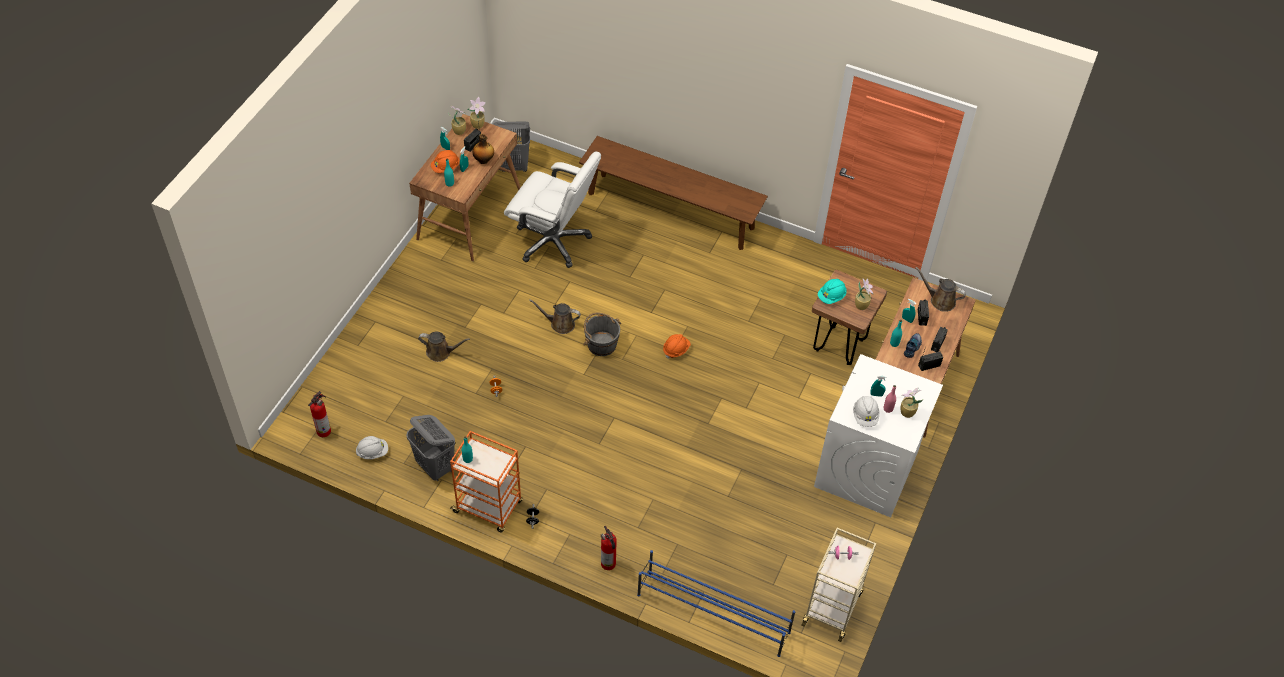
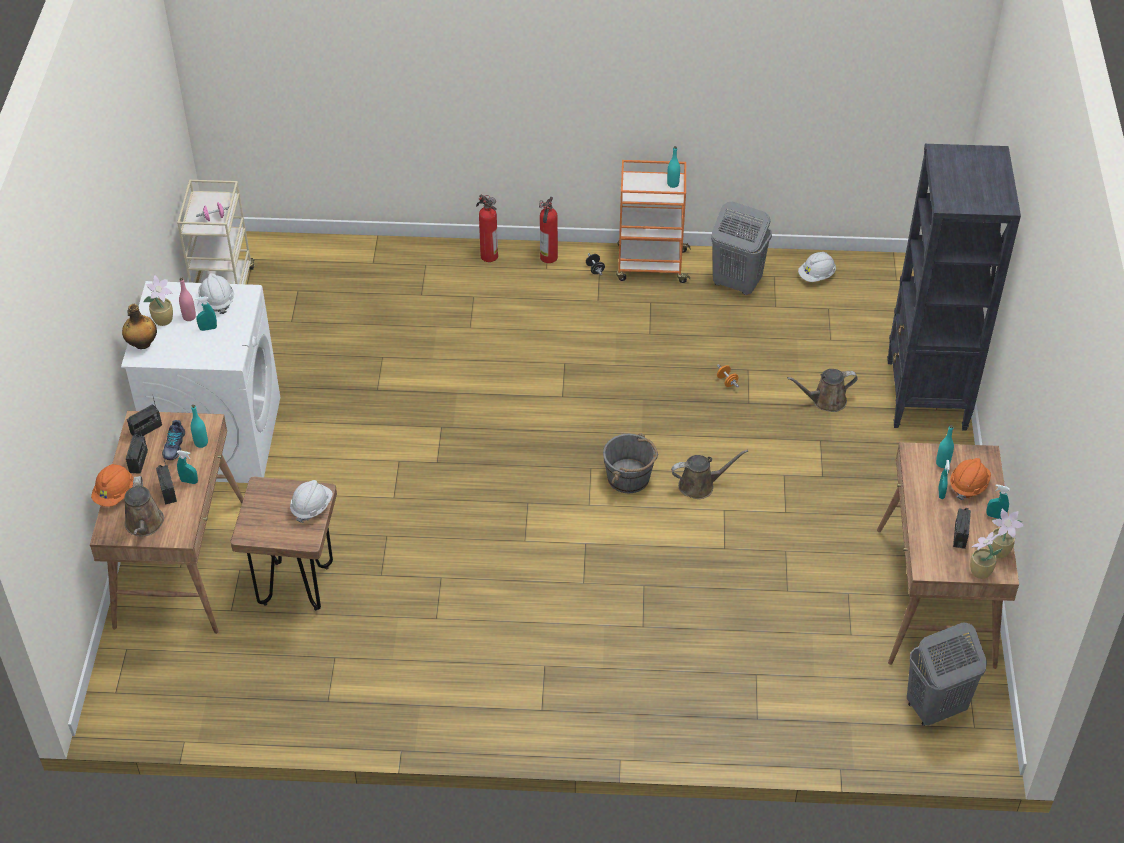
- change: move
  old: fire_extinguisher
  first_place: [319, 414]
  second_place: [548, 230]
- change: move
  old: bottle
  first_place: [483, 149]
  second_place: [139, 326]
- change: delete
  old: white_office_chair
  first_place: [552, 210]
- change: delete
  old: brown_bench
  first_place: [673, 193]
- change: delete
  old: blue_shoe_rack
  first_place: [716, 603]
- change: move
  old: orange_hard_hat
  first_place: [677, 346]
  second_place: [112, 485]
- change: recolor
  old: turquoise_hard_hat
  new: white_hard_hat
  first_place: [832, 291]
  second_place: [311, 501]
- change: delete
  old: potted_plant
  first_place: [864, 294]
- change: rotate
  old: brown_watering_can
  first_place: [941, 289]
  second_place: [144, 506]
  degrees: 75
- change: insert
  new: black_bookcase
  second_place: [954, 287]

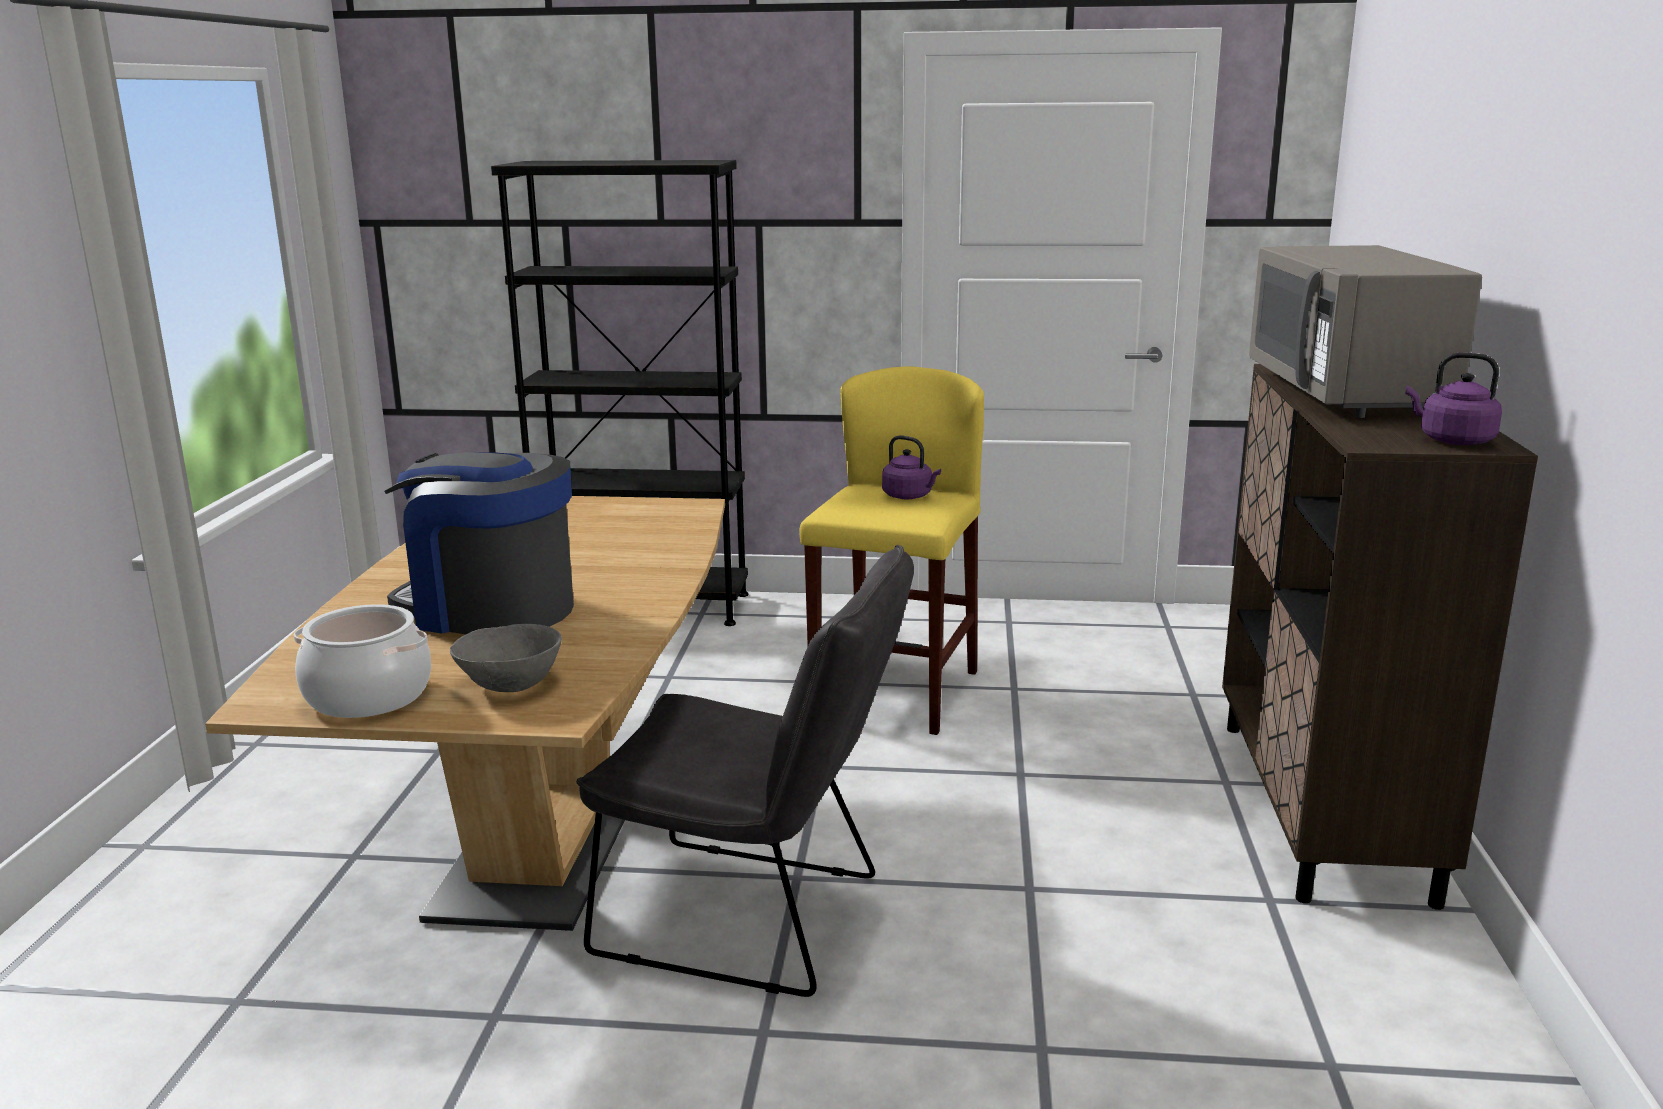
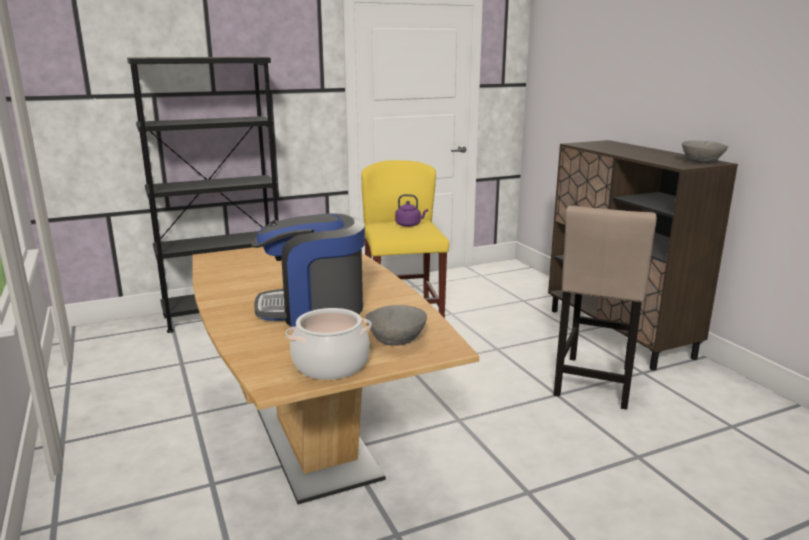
- change: delete
  old: grey_chair
  first_place: [745, 771]
- change: delete
  old: grey_microwave
  first_place: [1365, 331]
- change: replace
  old: purple_kettle
  new: grey_bowl
  first_place: [1454, 399]
  second_place: [705, 152]
- change: insert
  new: beige_stool
  second_place: [605, 307]

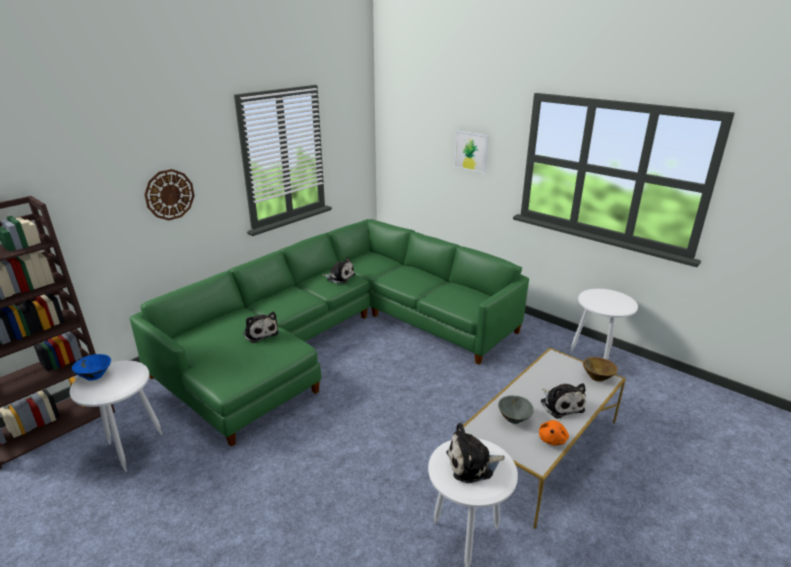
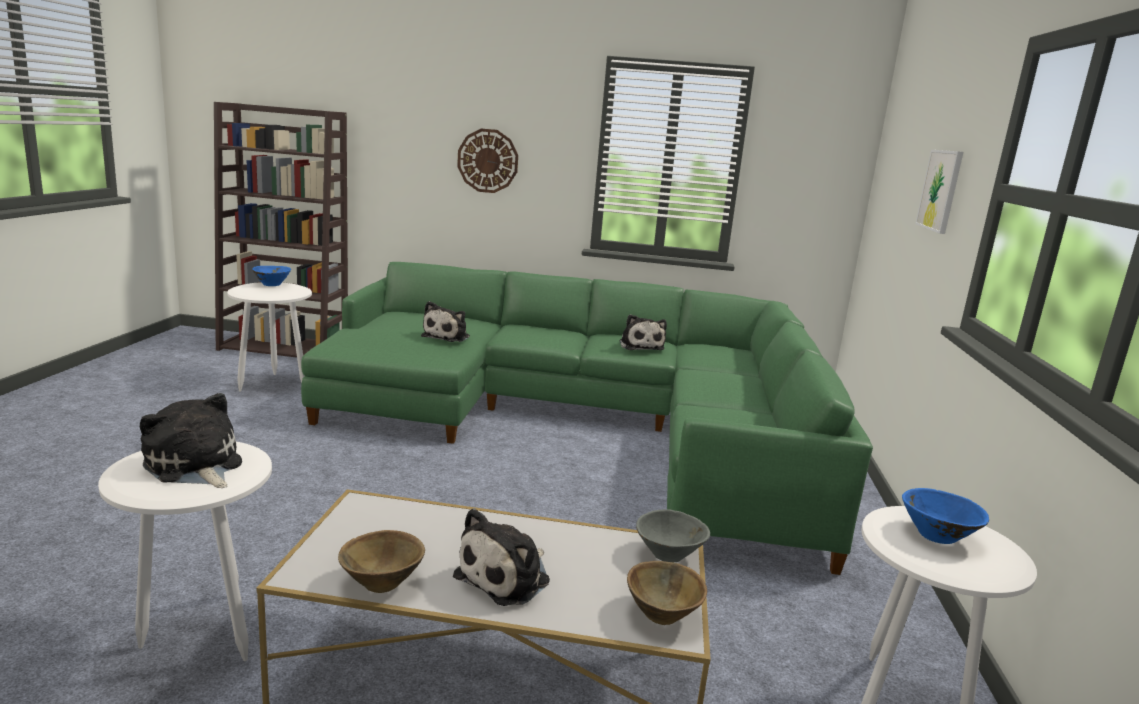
- change: move
  old: grey_bowl
  first_place: [516, 409]
  second_place: [673, 536]
- change: replace
  old: orange_plush_toy
  new: brown_bowl
  first_place: [554, 433]
  second_place: [381, 561]
- change: insert
  new: blue_bowl
  second_place: [945, 516]

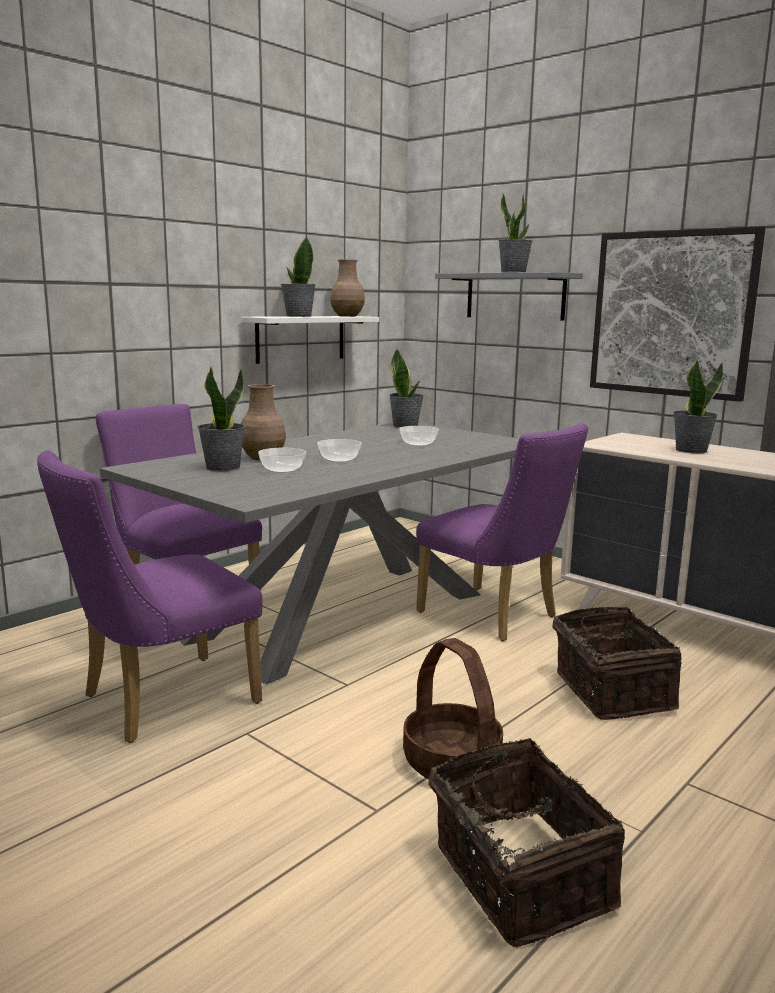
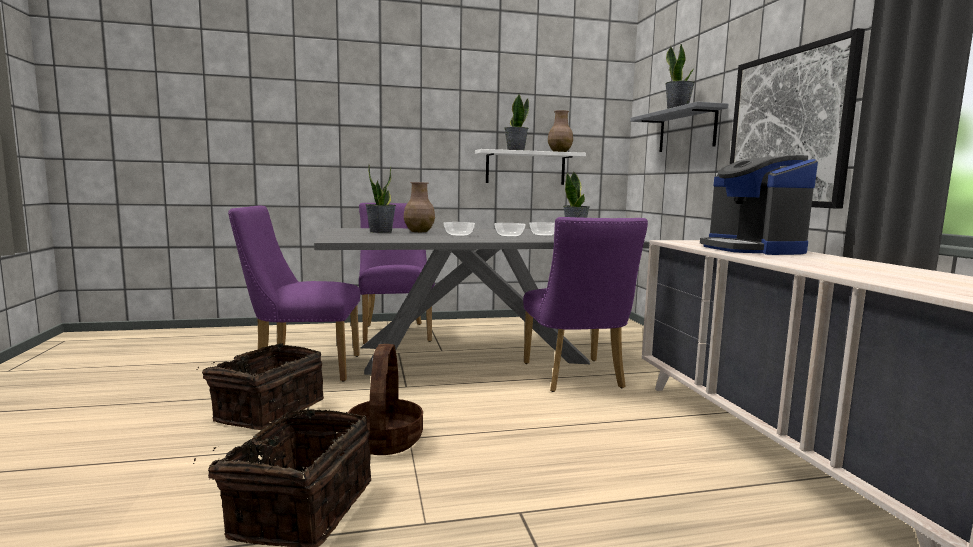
- change: move
  old: bowl
  first_place: [282, 460]
  second_place: [510, 230]
- change: move
  old: basket
  first_place: [616, 663]
  second_place: [260, 386]
- change: replace
  old: potted_plant
  new: coffee_machine
  first_place: [698, 406]
  second_place: [759, 205]

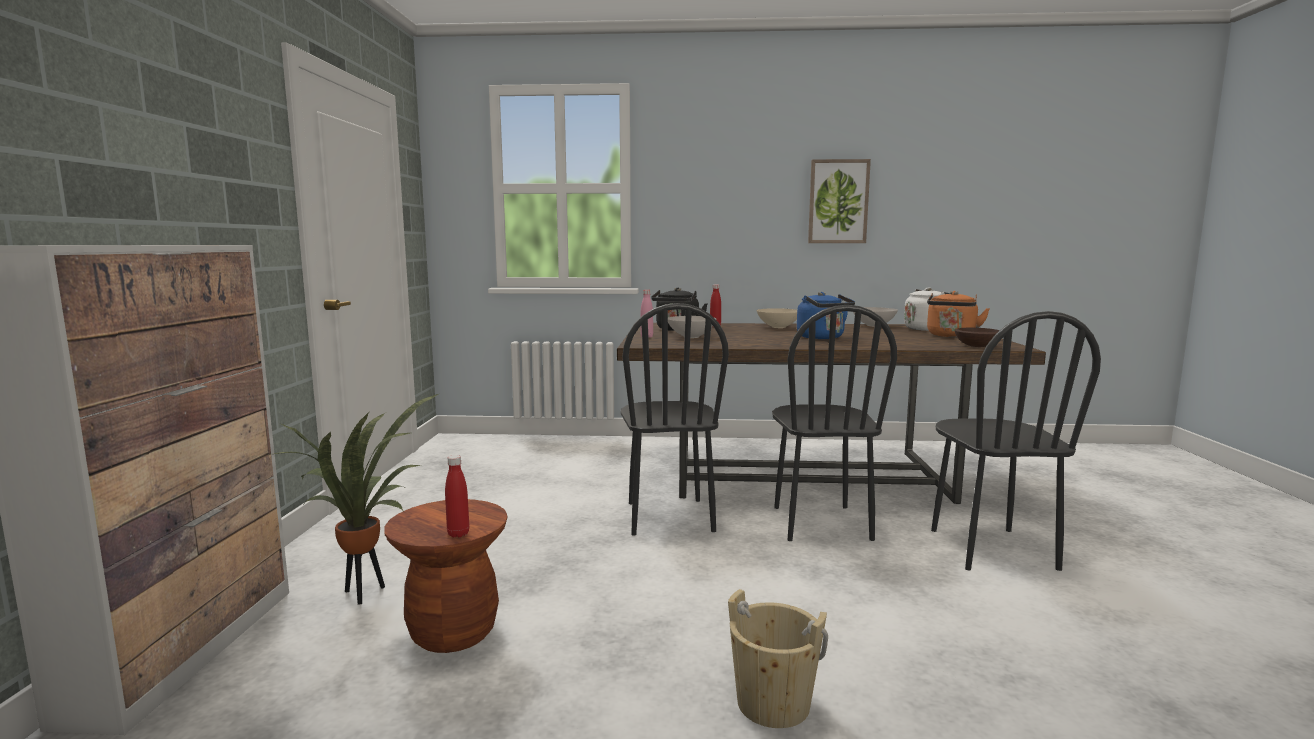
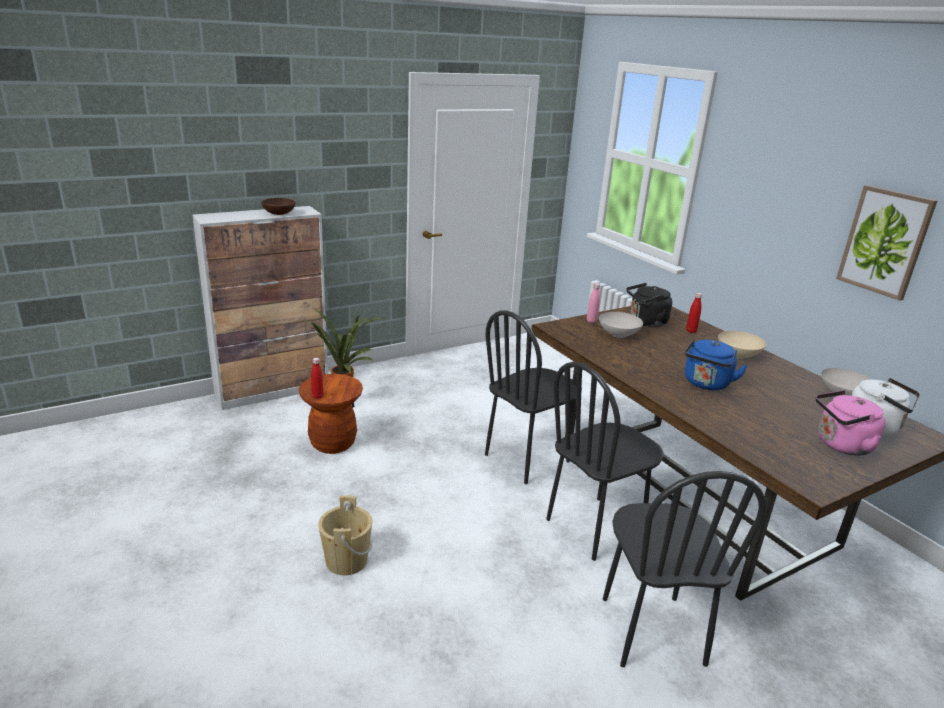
- change: recolor
  old: orange_kettle
  new: pink_kettle
  first_place: [958, 314]
  second_place: [850, 423]
- change: rotate
  old: black_chair
  first_place: [1016, 441]
  second_place: [684, 569]
  degrees: -60
- change: move
  old: brown_bowl
  first_place: [977, 337]
  second_place: [278, 206]

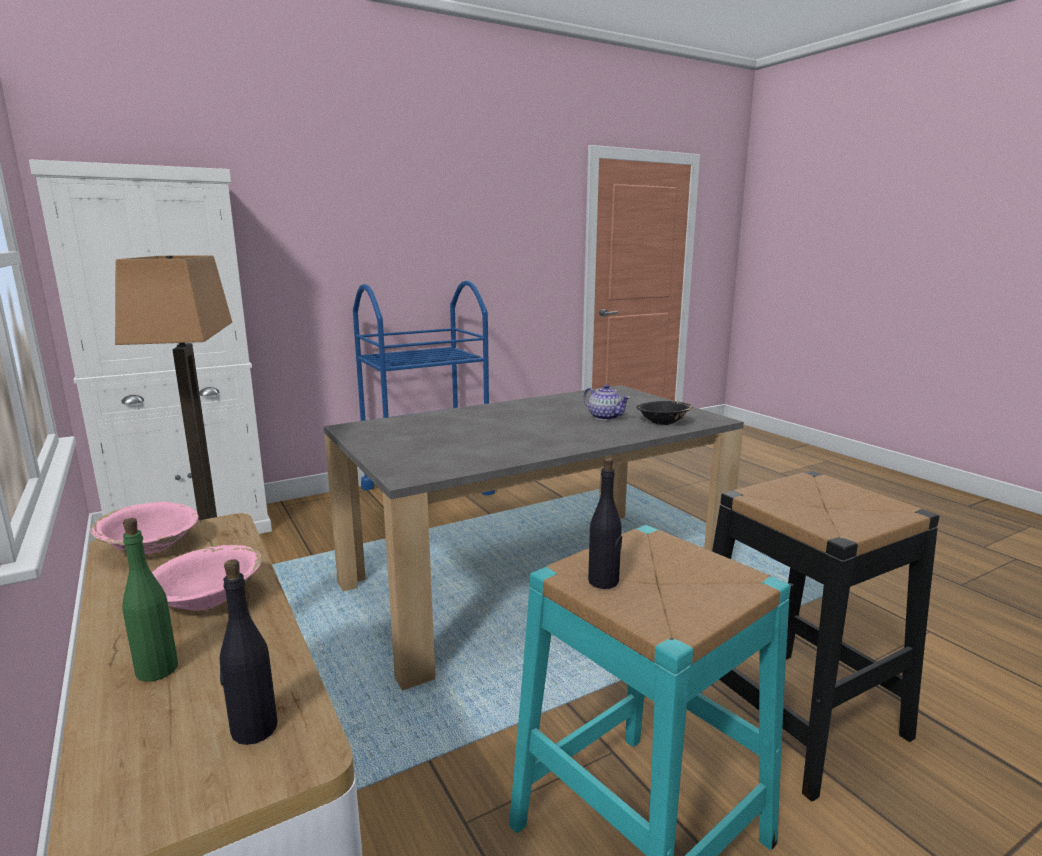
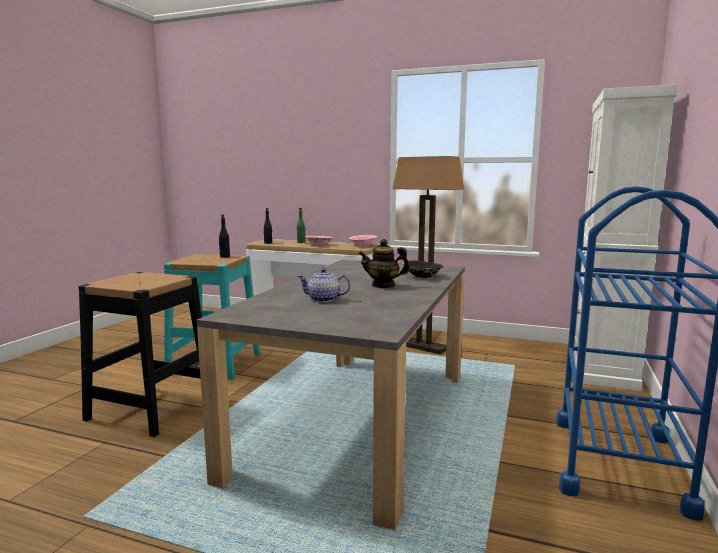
- change: move
  old: black_bowl
  first_place: [664, 413]
  second_place: [422, 269]
- change: insert
  new: teapot
  second_place: [384, 263]

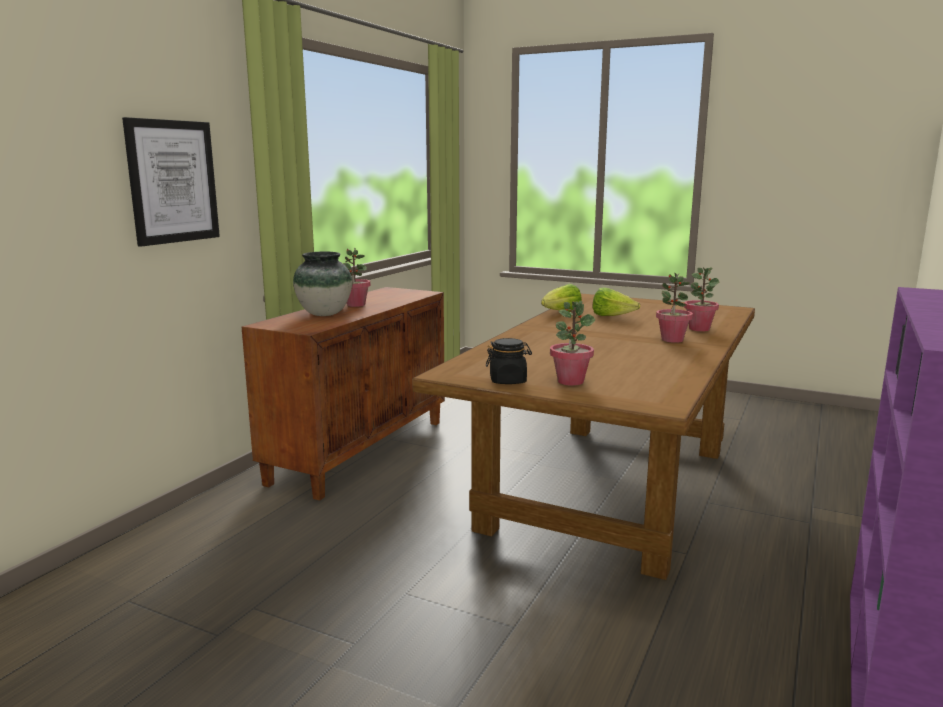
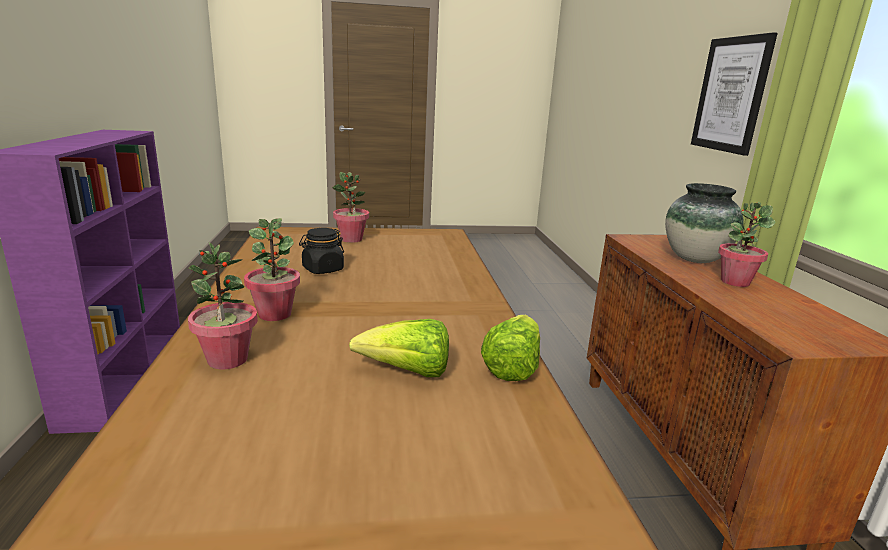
- change: move
  old: black_jar
  first_place: [509, 361]
  second_place: [321, 251]

